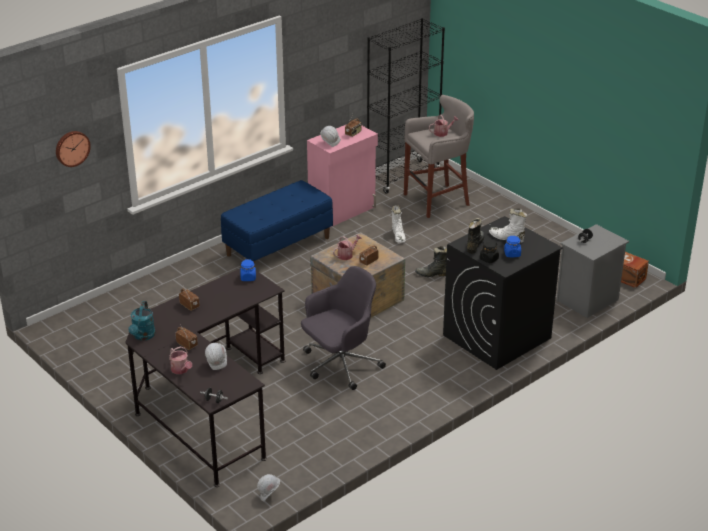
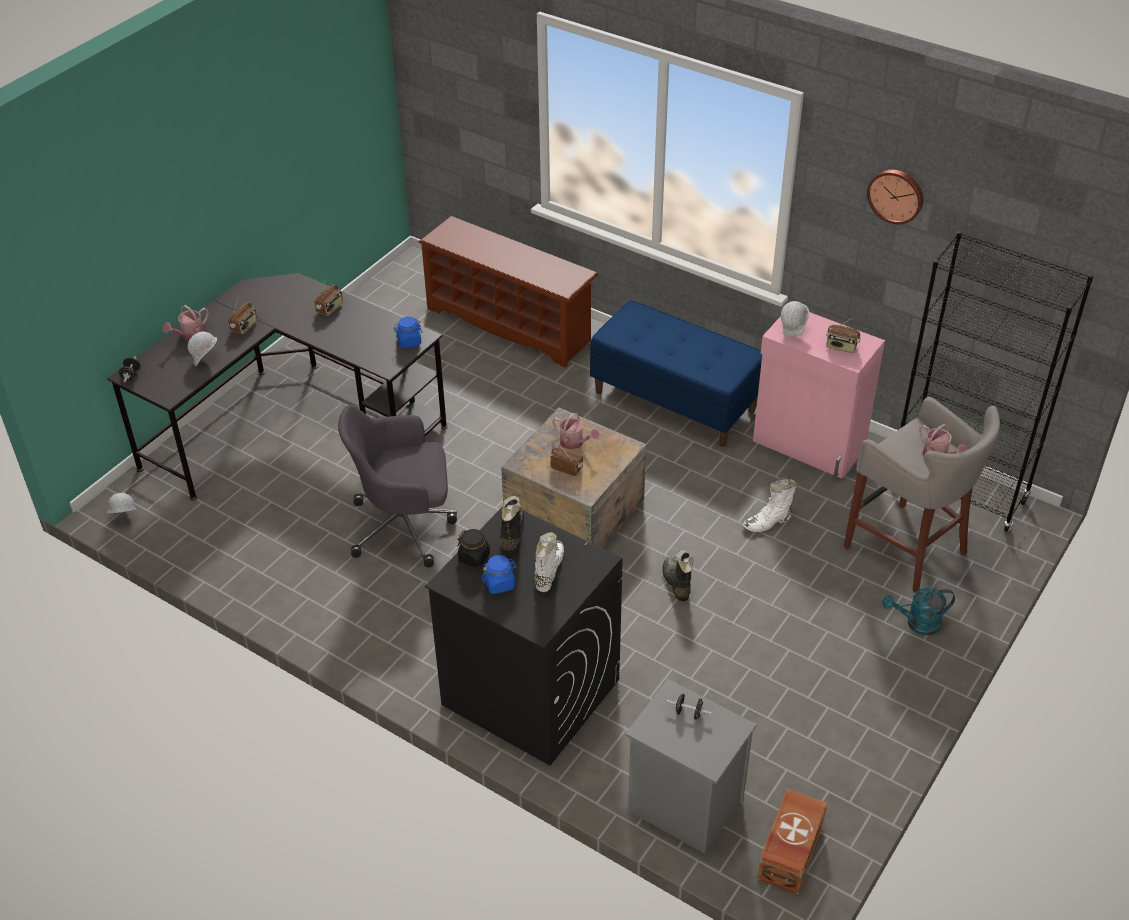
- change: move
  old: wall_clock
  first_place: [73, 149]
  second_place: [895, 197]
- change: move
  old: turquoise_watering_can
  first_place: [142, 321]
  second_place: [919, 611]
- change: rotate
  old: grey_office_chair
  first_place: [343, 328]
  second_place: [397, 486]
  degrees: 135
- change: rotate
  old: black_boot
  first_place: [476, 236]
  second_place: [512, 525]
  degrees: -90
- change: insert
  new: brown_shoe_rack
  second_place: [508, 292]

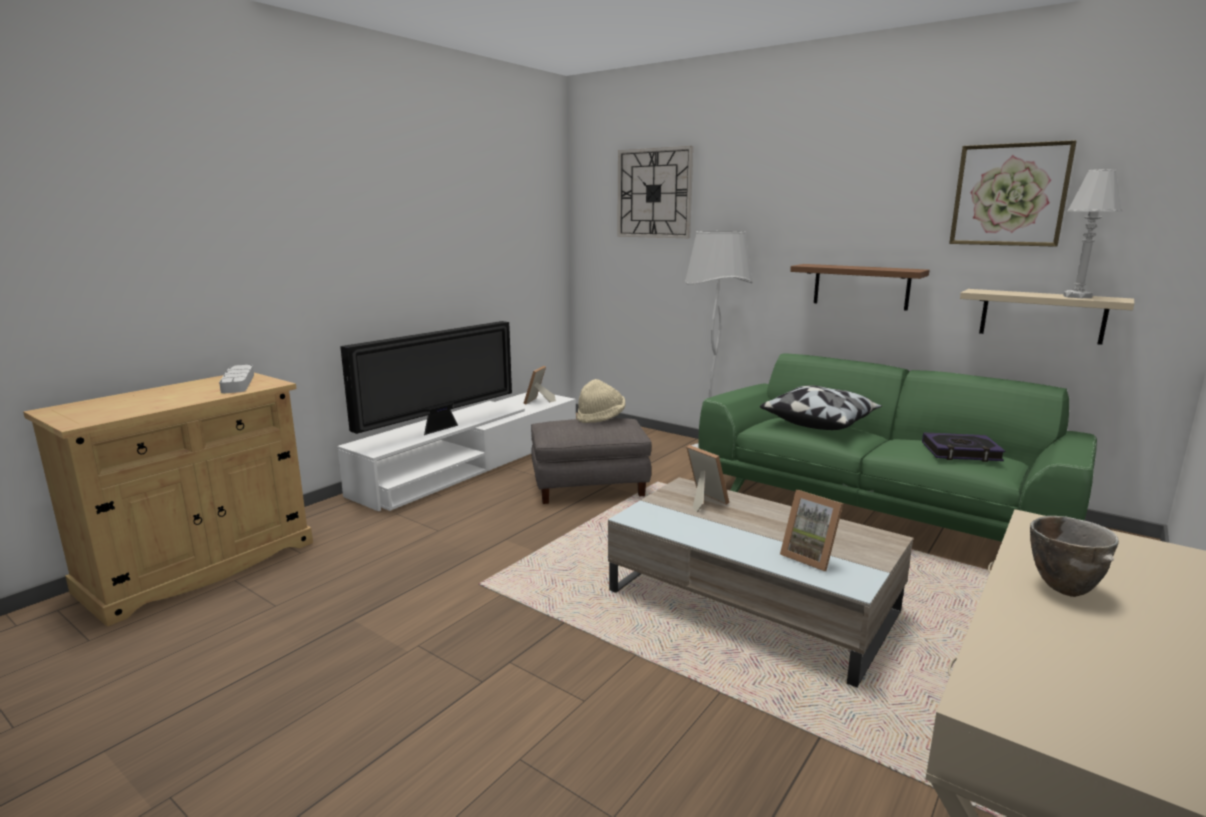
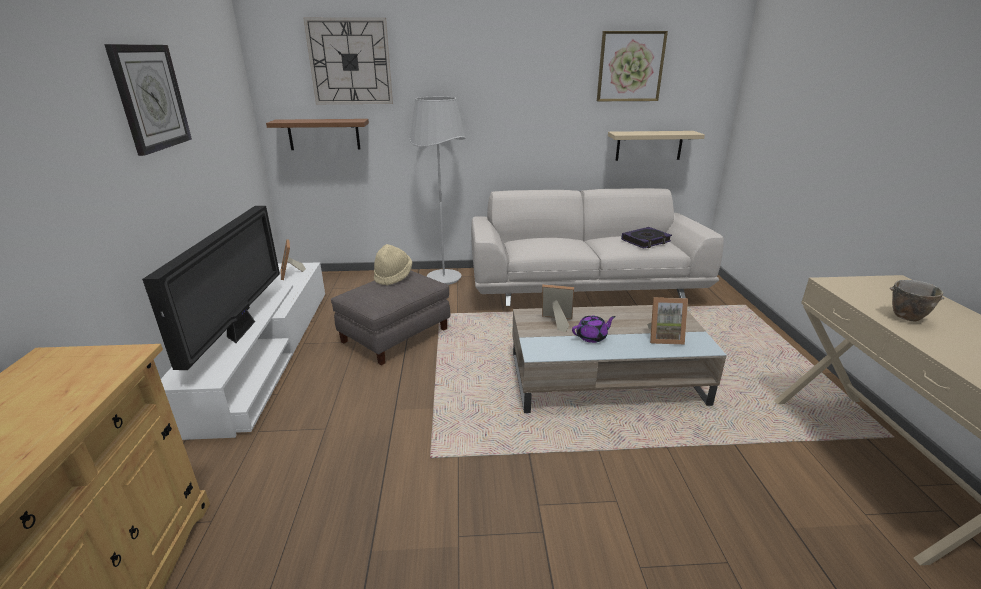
- change: delete
  old: grey_tray
  first_place: [236, 379]
- change: recolor
  old: green_sofa
  new: white_sofa
  first_place: [898, 447]
  second_place: [597, 247]
- change: delete
  old: pillow
  first_place: [821, 407]
- change: move
  old: brown_shelf
  first_place: [859, 287]
  second_place: [317, 134]
- change: delete
  old: white_table_lamp
  first_place: [1092, 233]
- change: insert
  new: wall_clock
  second_place: [148, 100]
- change: insert
  new: purple_teapot
  second_place: [594, 329]

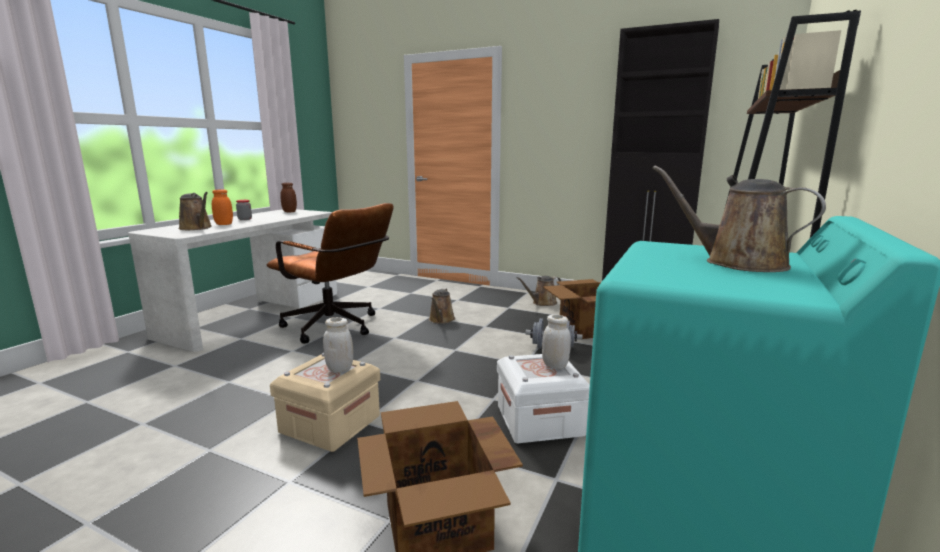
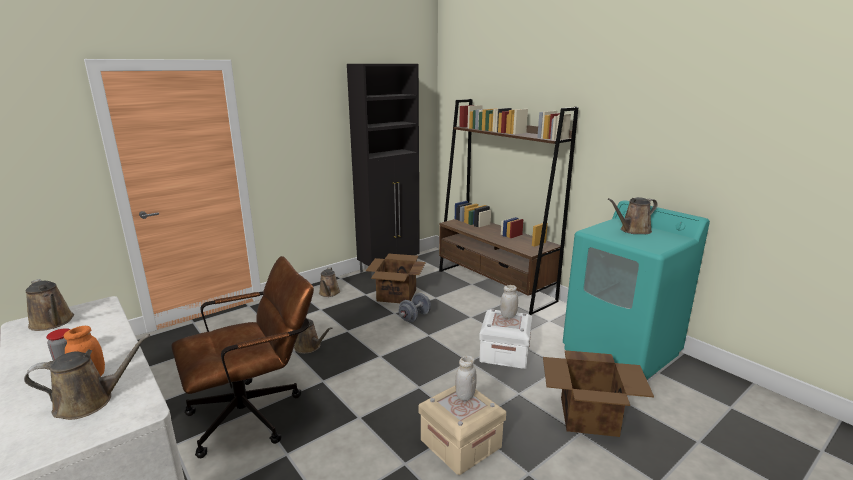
- change: replace
  old: brown_jar
  new: brown_watering_can
  first_place: [288, 197]
  second_place: [50, 305]

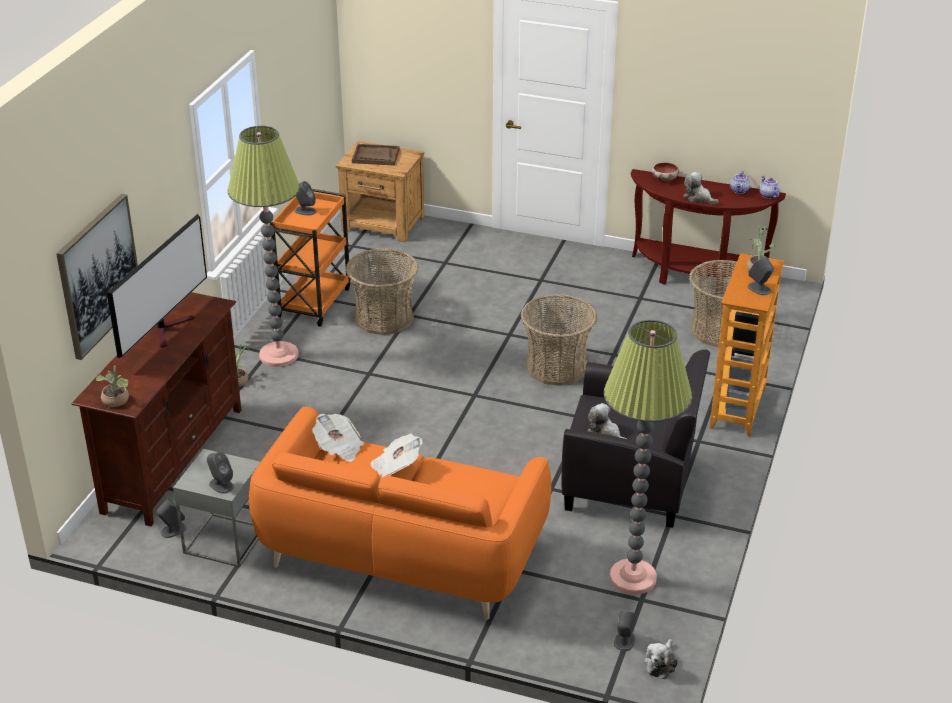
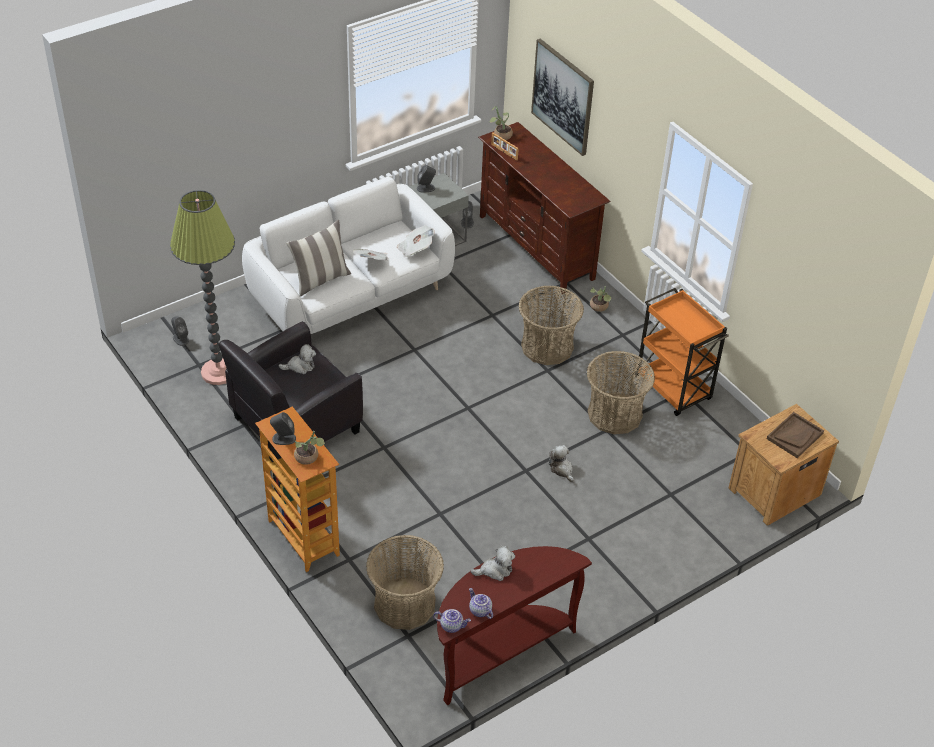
- change: delete
  old: television
  first_place: [157, 286]
- change: delete
  old: floor_lamp
  first_place: [264, 246]
- change: recolor
  old: orange_sofa
  new: white_sofa
  first_place: [400, 513]
  second_place: [348, 255]
- change: delete
  old: grey_speaker
  first_place: [305, 198]
- change: move
  old: basket
  first_place: [559, 340]
  second_place: [551, 325]
- change: move
  old: plush_toy
  first_place: [661, 659]
  second_place: [561, 463]
- change: delete
  old: bowl
  first_place: [665, 172]
- change: insert
  new: pillow
  second_place: [318, 258]
- change: insert
  new: picture_frame
  second_place: [505, 147]

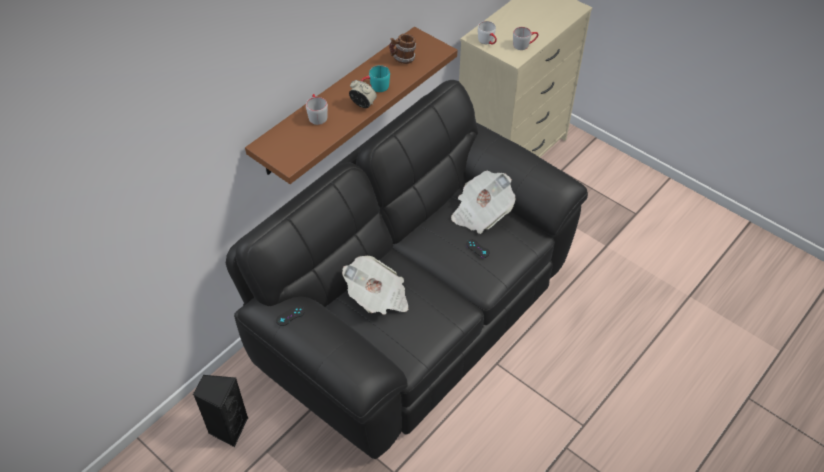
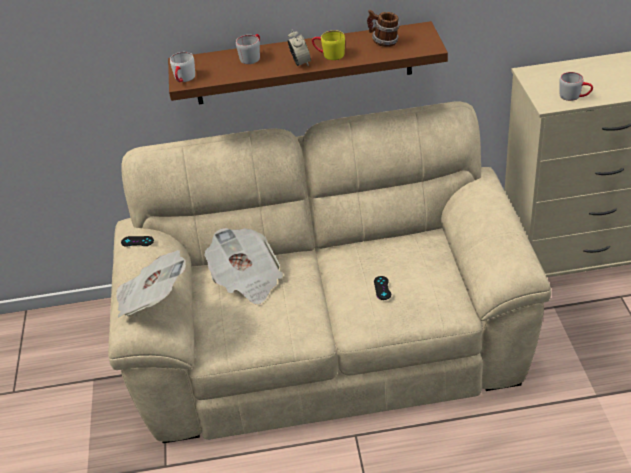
- change: delete
  old: black_speaker
  first_place: [220, 411]
- change: recolor
  old: black_sofa
  new: beige_sofa
  first_place: [407, 269]
  second_place: [329, 272]
- change: recolor
  old: turquoise_mug
  new: yellow_mug
  first_place: [375, 78]
  second_place: [328, 45]
- change: move
  old: newspaper
  first_place: [483, 202]
  second_place: [151, 284]
- change: move
  old: white_mug
  first_place: [487, 32]
  second_place: [182, 67]

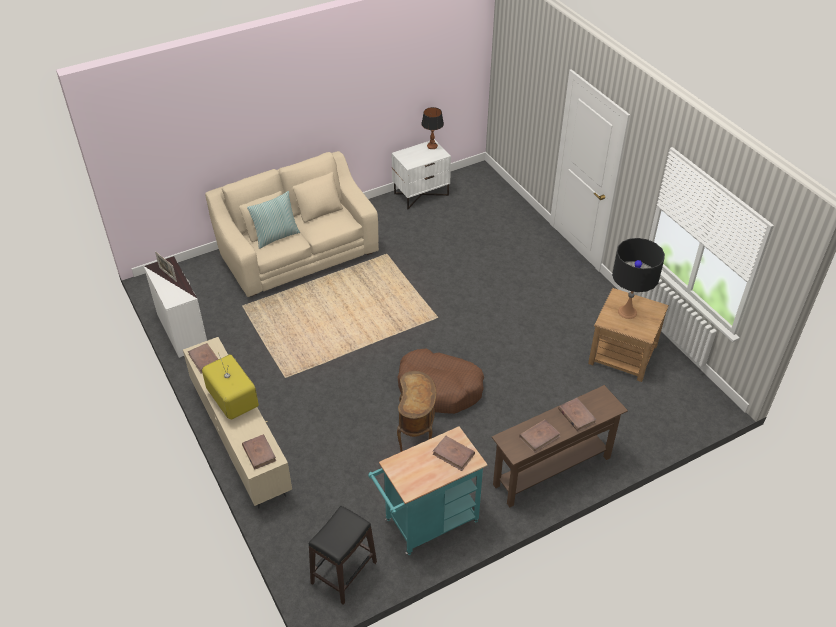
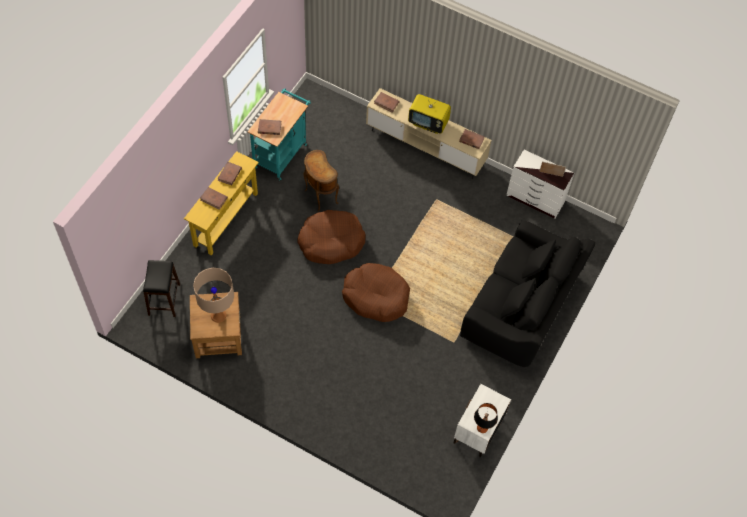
- change: recolor
  old: beige_sofa
  new: black_sofa
  first_place: [292, 224]
  second_place: [528, 293]
- change: delete
  old: pillow
  first_place: [273, 220]
- change: move
  old: black_stool
  first_place: [343, 555]
  second_place: [161, 288]
- change: recolor
  old: brown_console_table
  new: yellow_console_table
  first_place: [560, 446]
  second_place: [221, 203]
- change: recolor
  old: black_table_lamp
  new: beige_table_lamp
  first_place: [638, 278]
  second_place: [213, 295]
- change: insert
  new: brown_dog_bed
  second_place: [376, 292]

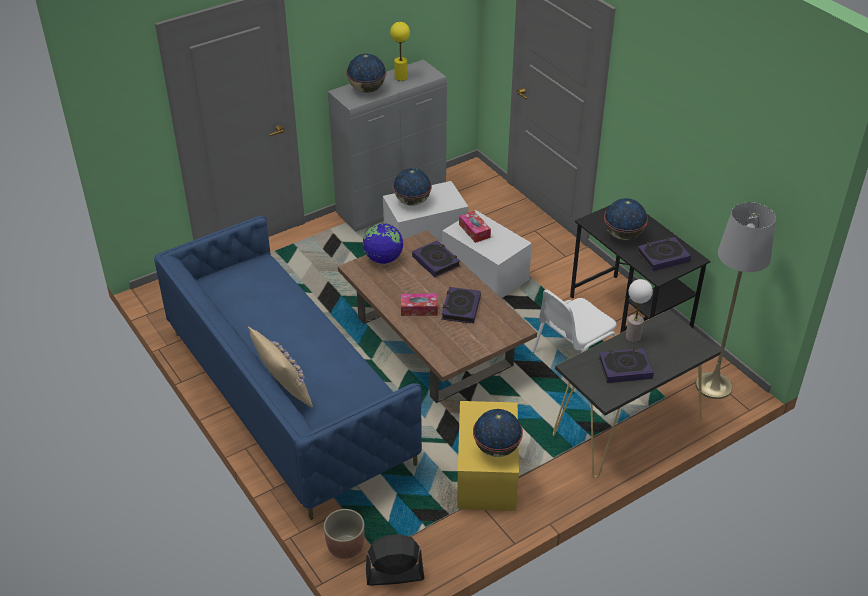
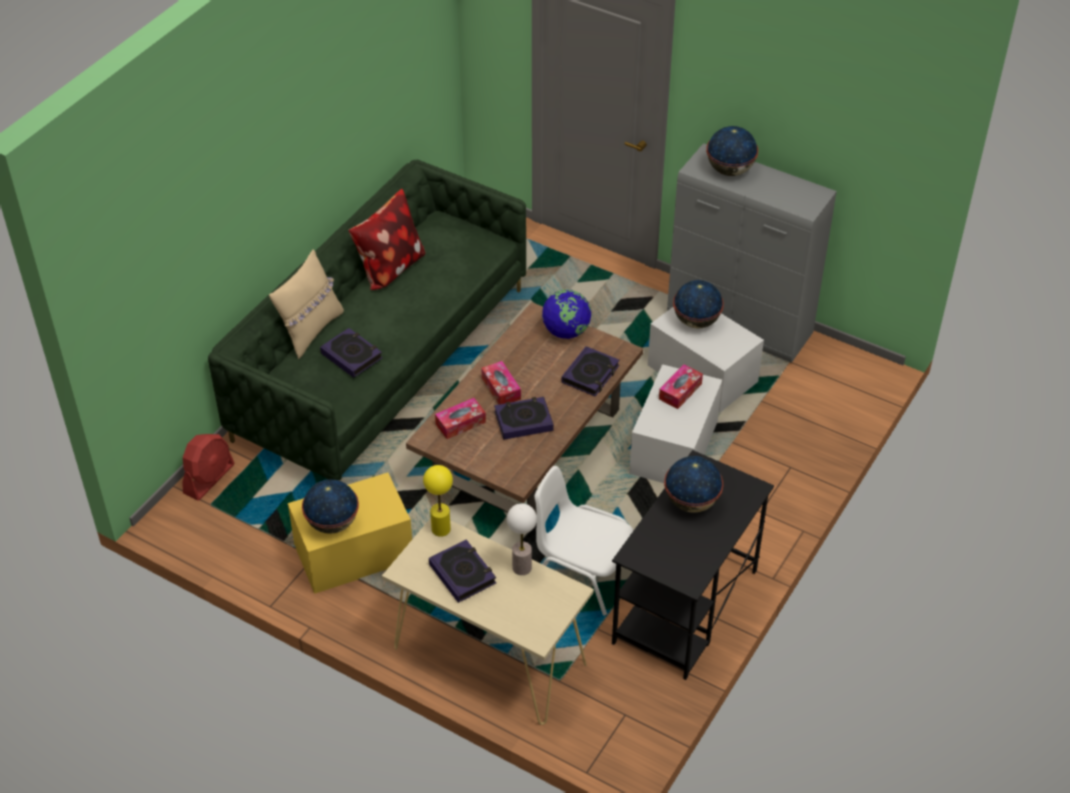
- change: recolor
  old: blue_sofa
  new: green_sofa
  first_place: [288, 368]
  second_place: [367, 320]
- change: replace
  old: planter
  new: red_fan
  first_place: [344, 534]
  second_place: [208, 467]
- change: delete
  old: black_fan
  first_place: [395, 560]
- change: move
  old: yellow_table_lamp
  first_place: [400, 51]
  second_place: [438, 501]
- change: recolor
  old: black_console_table
  new: beige_console_table
  first_place: [637, 394]
  second_place: [488, 621]
- change: move
  old: book
  first_place: [664, 254]
  second_place: [351, 353]
- change: delete
  old: grey_floor_lamp
  first_place: [735, 300]
- change: insert
  new: pillow
  second_place: [387, 239]
- change: insert
  new: tissue_box
  second_place: [460, 418]

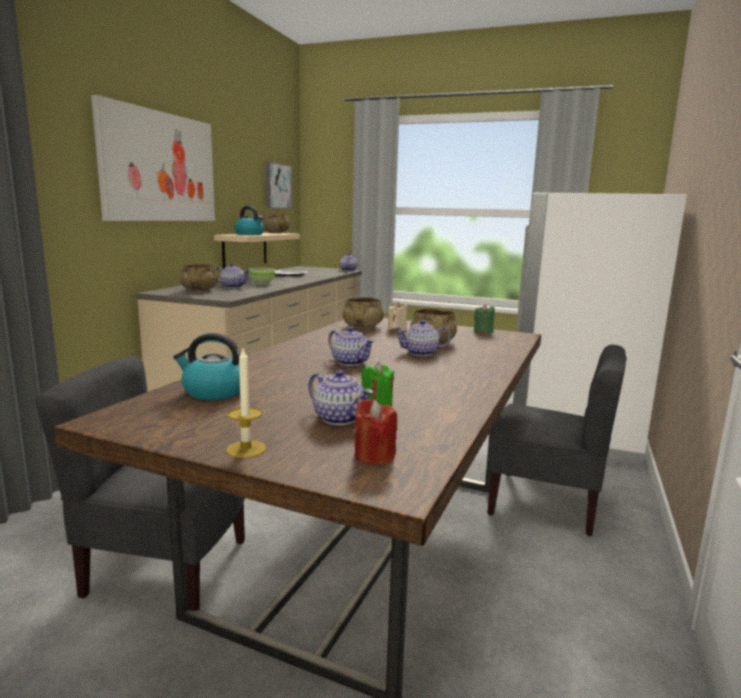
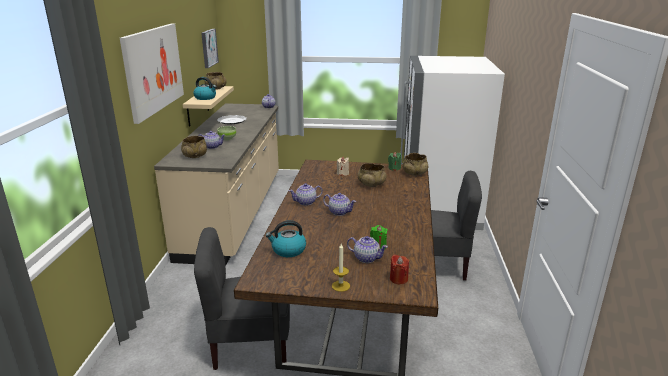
- change: move
  old: beige_bowl
  first_place: [363, 313]
  second_place: [415, 164]
- change: move
  old: teapot
  first_place: [422, 338]
  second_place: [306, 194]

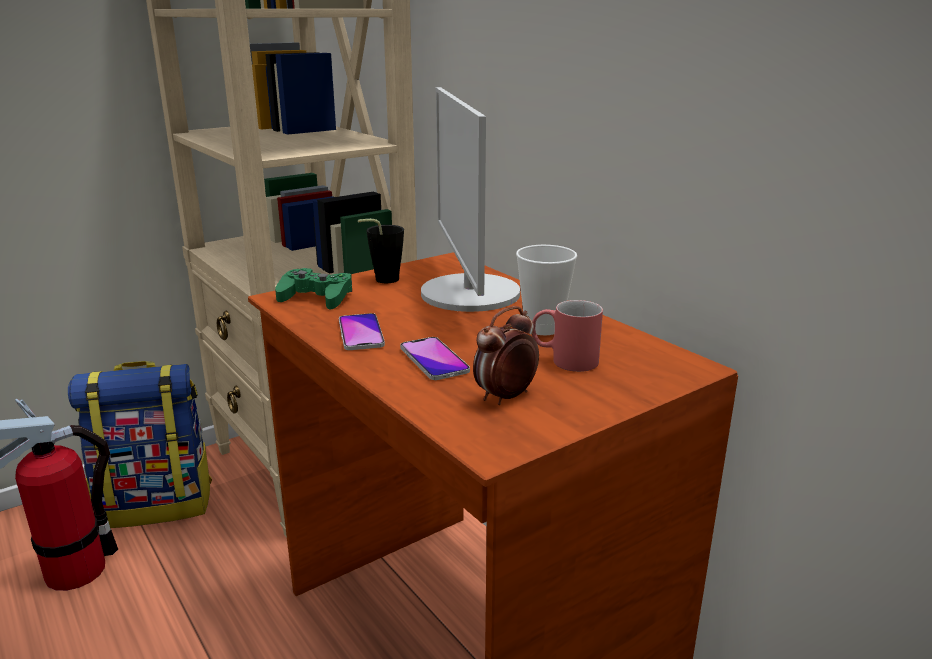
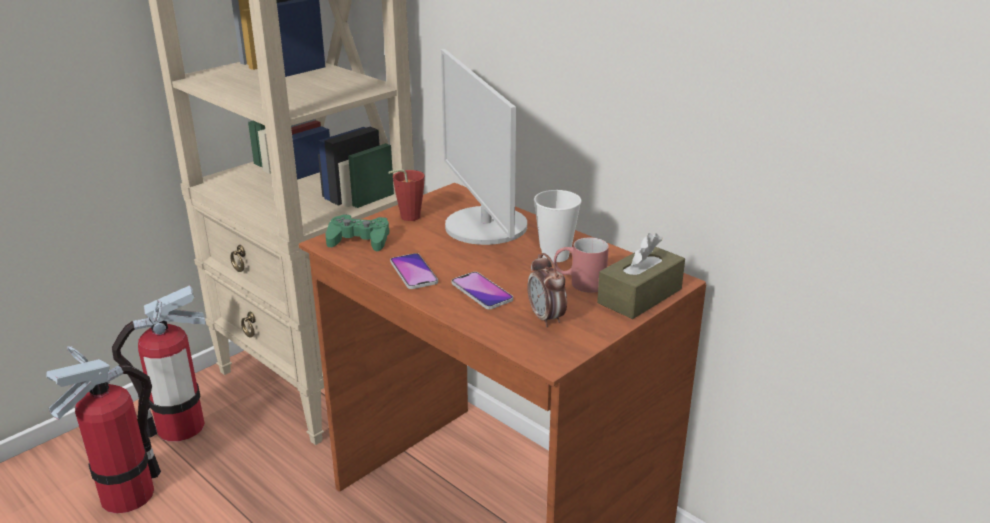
- change: replace
  old: backpack
  new: fire_extinguisher
  first_place: [140, 444]
  second_place: [159, 363]
- change: recolor
  old: black_cup
  new: red_cup
  first_place: [381, 251]
  second_place: [406, 195]
- change: rotate
  old: alarm_clock
  first_place: [506, 355]
  second_place: [547, 290]
  degrees: -60
- change: insert
  new: brown_tissue_box
  second_place: [641, 276]

